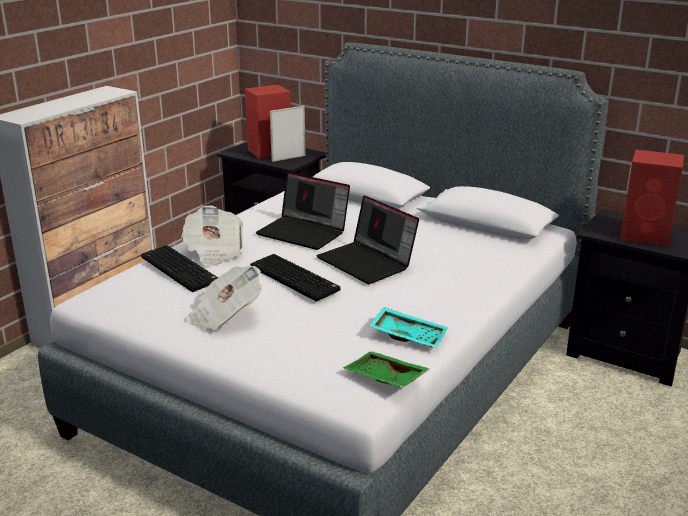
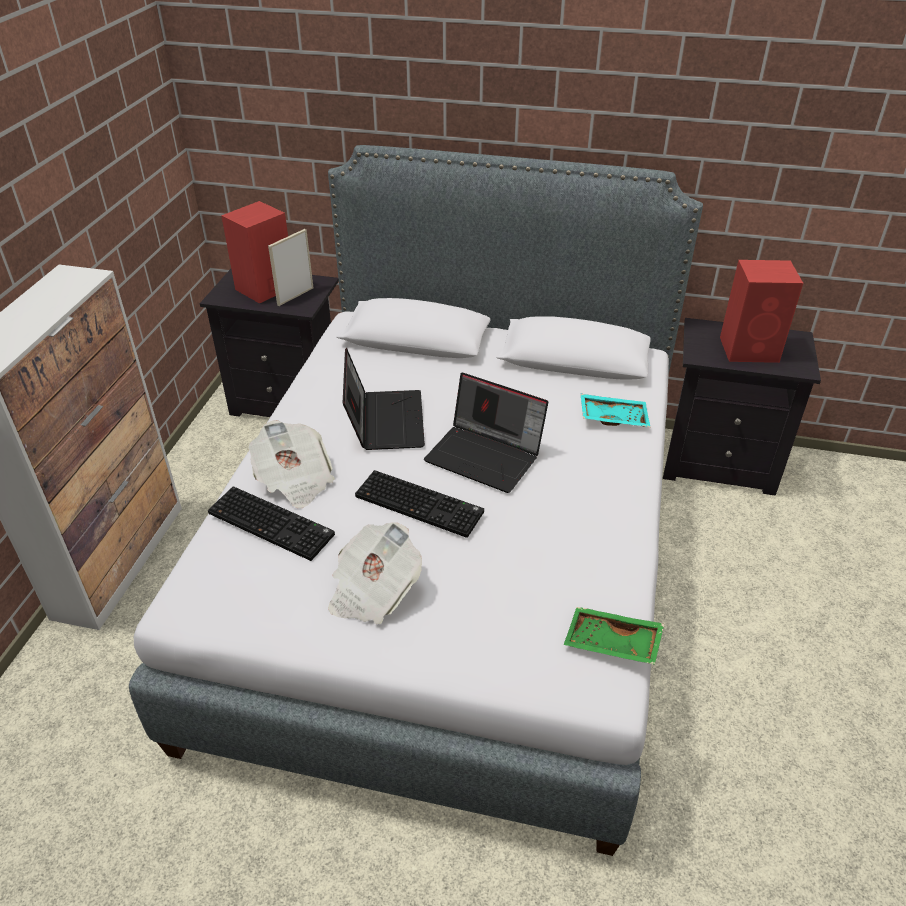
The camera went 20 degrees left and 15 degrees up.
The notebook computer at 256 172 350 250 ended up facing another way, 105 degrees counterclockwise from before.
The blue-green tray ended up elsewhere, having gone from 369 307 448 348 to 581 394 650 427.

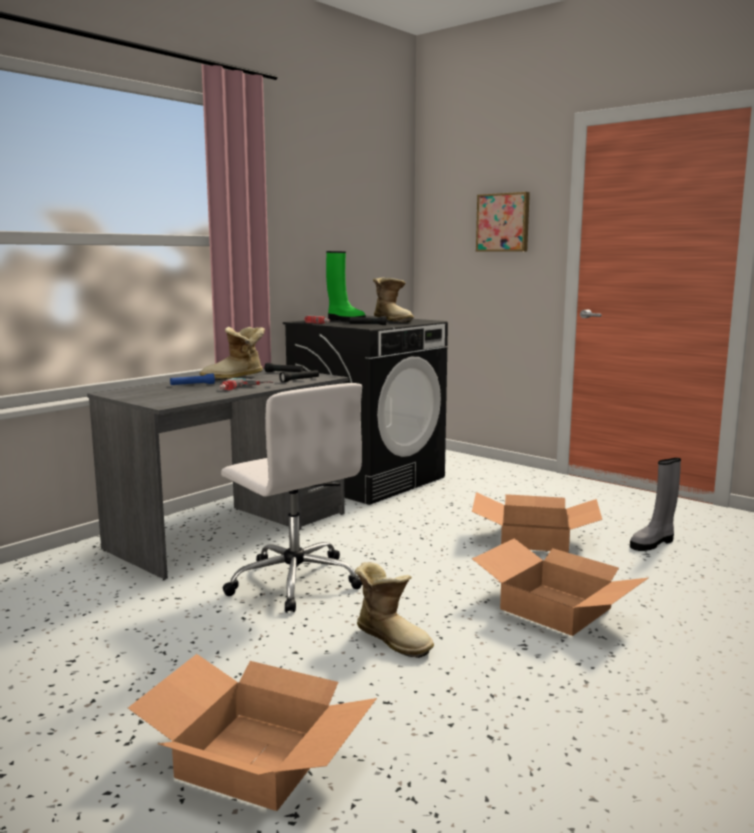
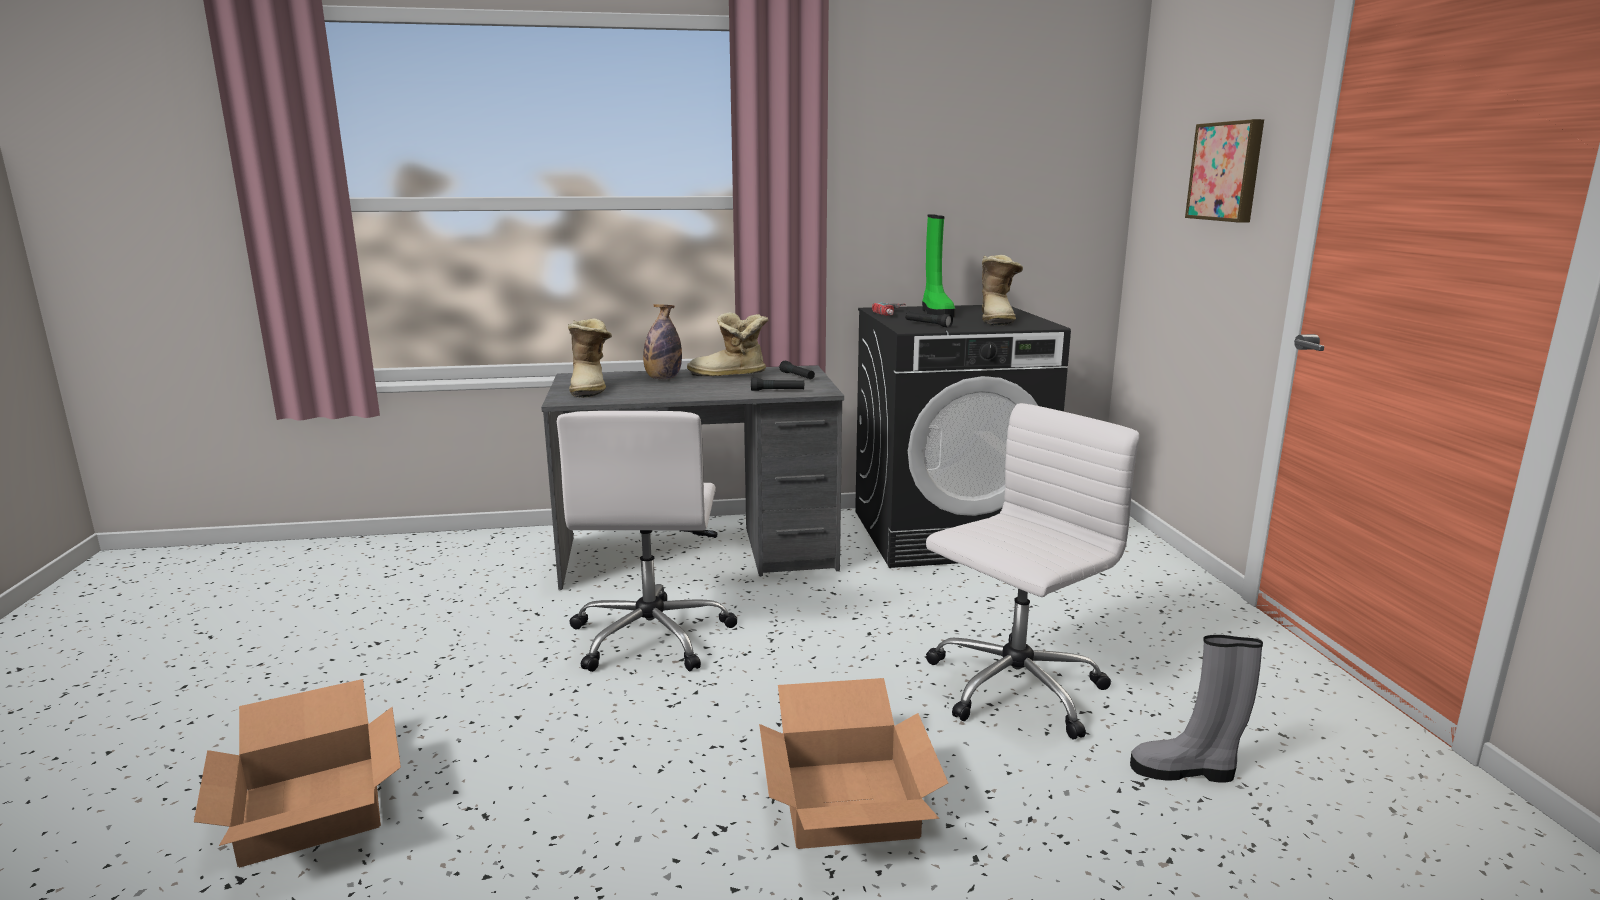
The camera went 40 degrees right and 5 degrees up.
Where the blue-coloured flashlight stood at 170 374 215 385, the bottle came to stand at 643 304 682 379.
The second view lost the power drill at 219 378 273 390.
The boot ended up elsewhere, having gone from 355 562 434 658 to 568 318 612 398.
Where the cardboard box stood at 472 492 602 552, the white computer chair came to stand at 926 403 1139 739.

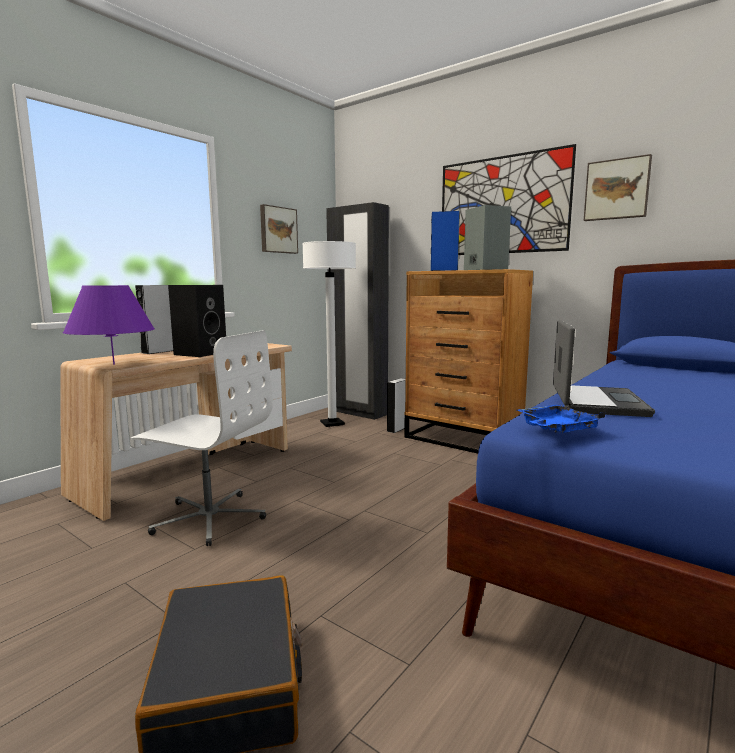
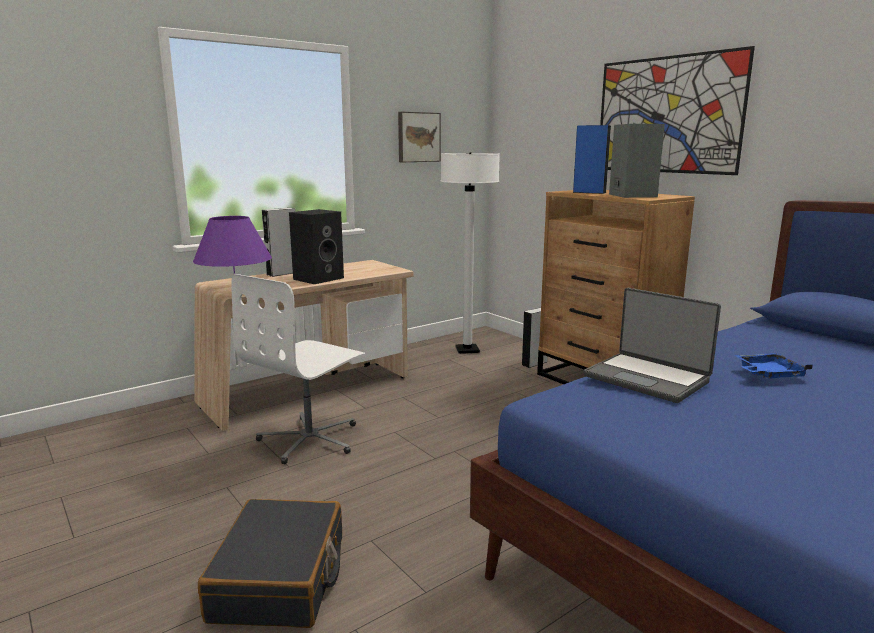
The camera went 15 degrees right and 5 degrees up.
The white computer chair at 131 330 273 546 ended up facing another way, 90 degrees clockwise from before.
The second view lost the black wardrobe at 326 202 389 420.
The blue-coloured tray ended up elsewhere, having gone from 517 404 606 433 to 734 353 813 378.
The notebook computer at 553 320 655 417 ended up facing another way, 105 degrees clockwise from before.
The second view lost the wall art at 584 154 652 221.

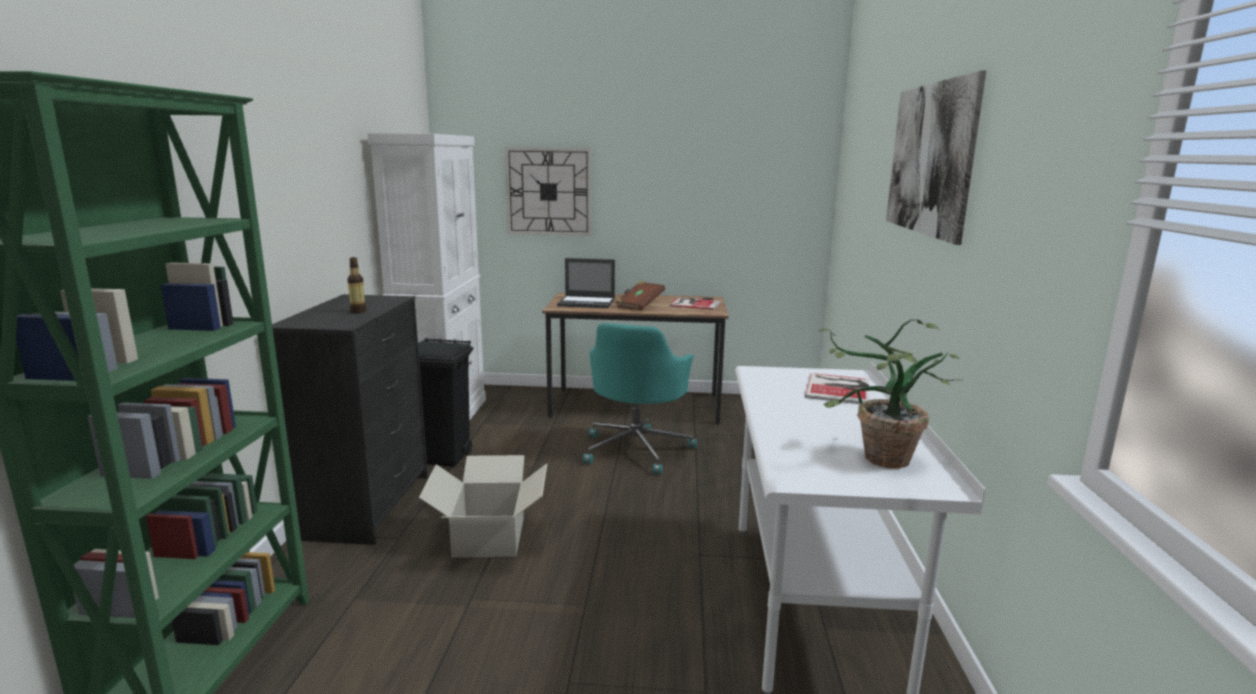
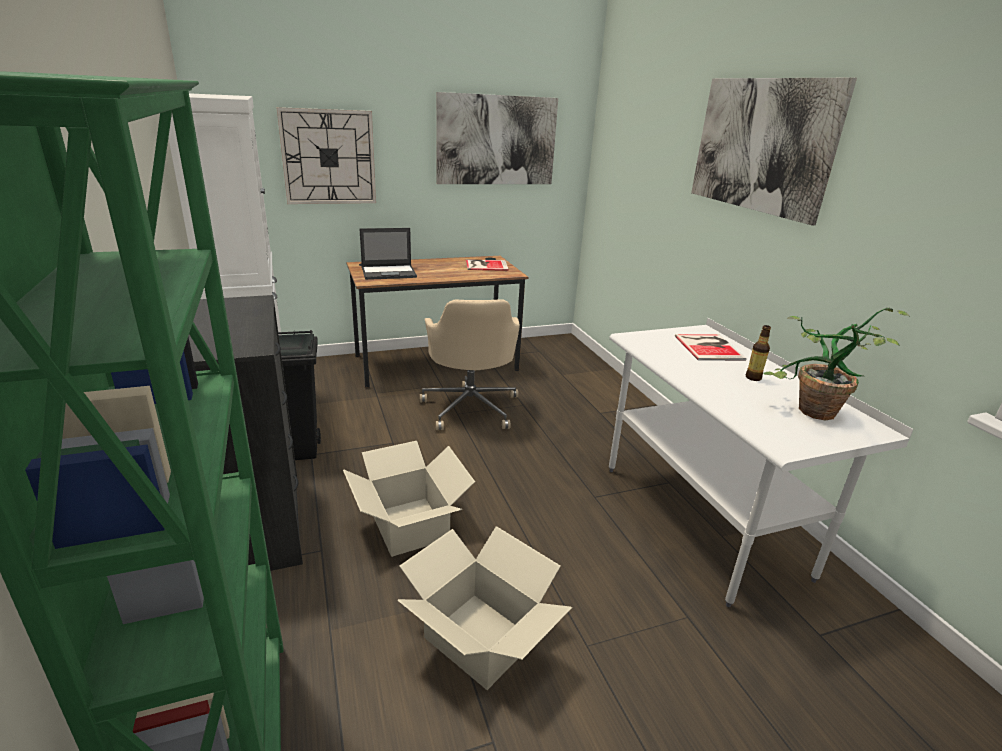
The camera went 25 degrees left and 10 degrees up.
The bottle ended up elsewhere, having gone from 347 257 366 313 to 746 325 771 381.
What was the blue-green computer chair at 583 323 697 475 turned into the beige computer chair at 420 299 520 430.
The second view lost the brownish bound book at 615 281 665 310.
The second view gained the cardboard box at 397 526 572 690.
The second view gained the wall art at 436 92 558 184.

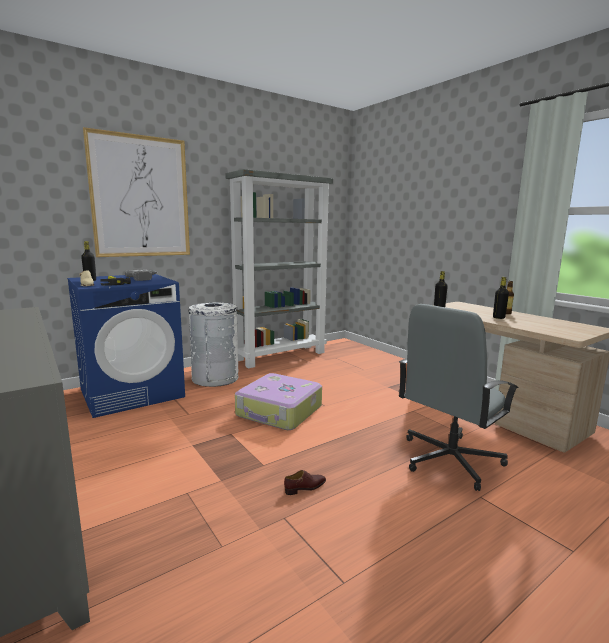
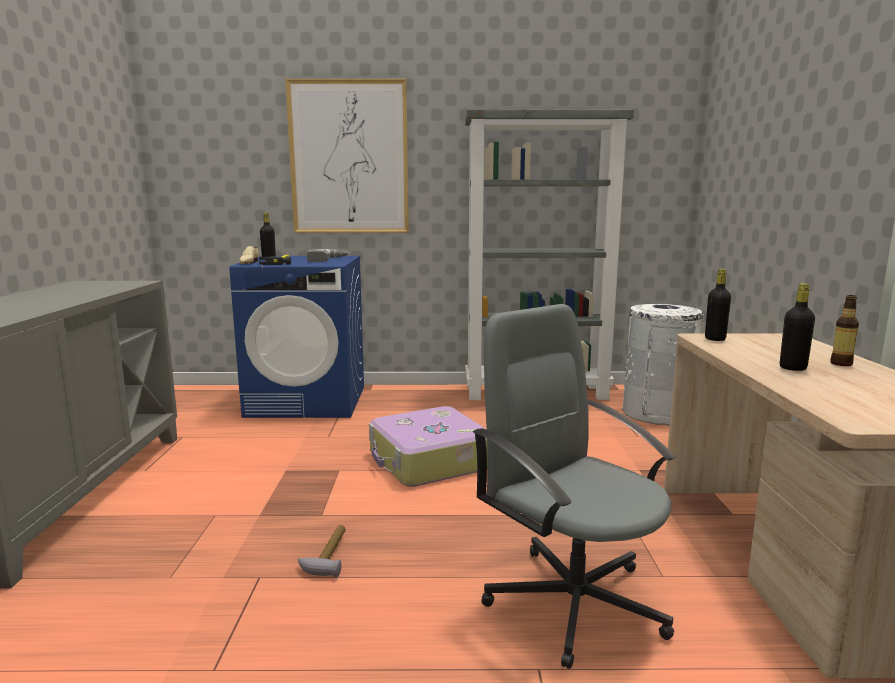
The camera went 35 degrees right and 0 degrees up.
The white trash can ended up elsewhere, having gone from 188 303 239 387 to 622 304 703 425.
Where the brownish low shoe stood at 284 470 326 495, the hammer came to stand at 298 525 346 578.
The grey computer chair at 399 304 519 491 ended up facing another way, 60 degrees clockwise from before.

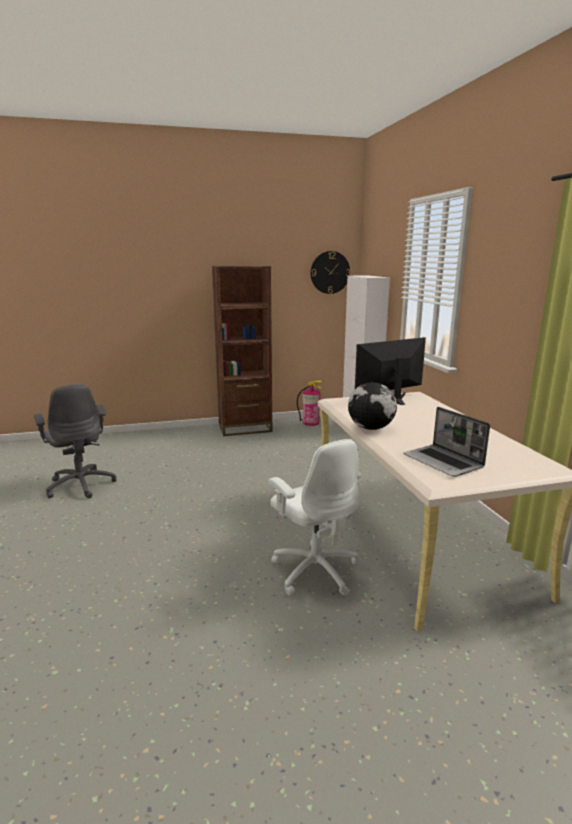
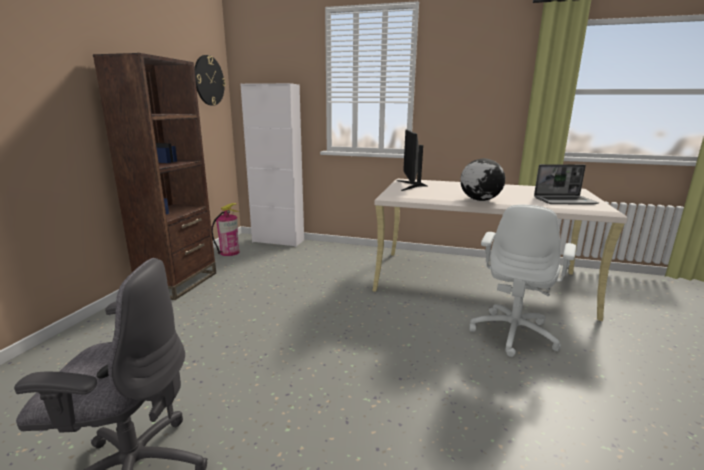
The camera went 60 degrees left and 0 degrees up.
The white computer chair at 268 439 361 596 ended up facing another way, 120 degrees clockwise from before.

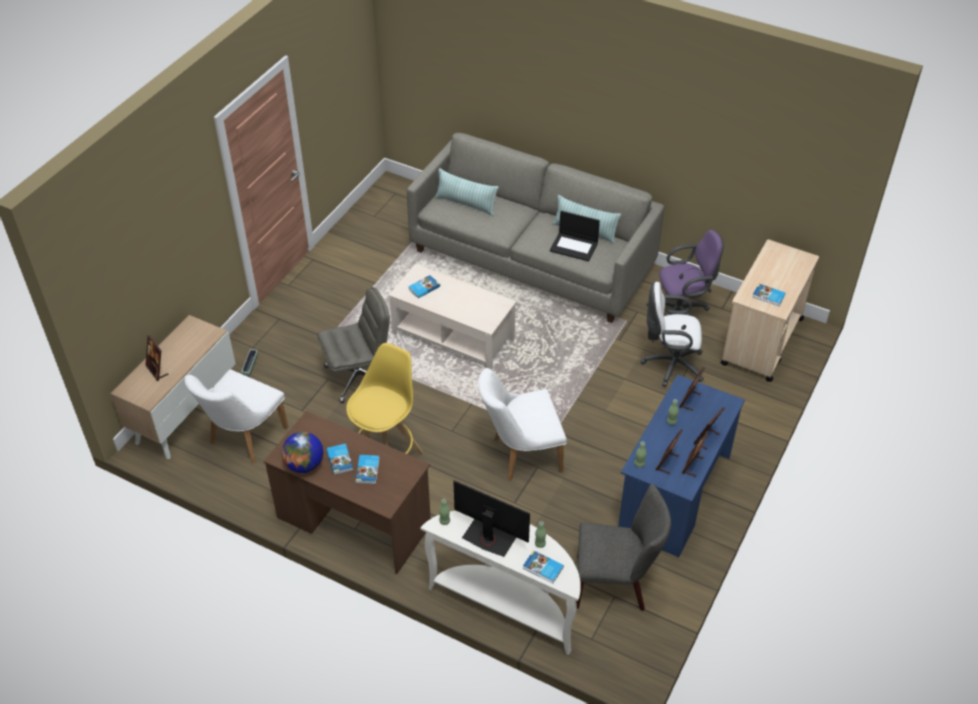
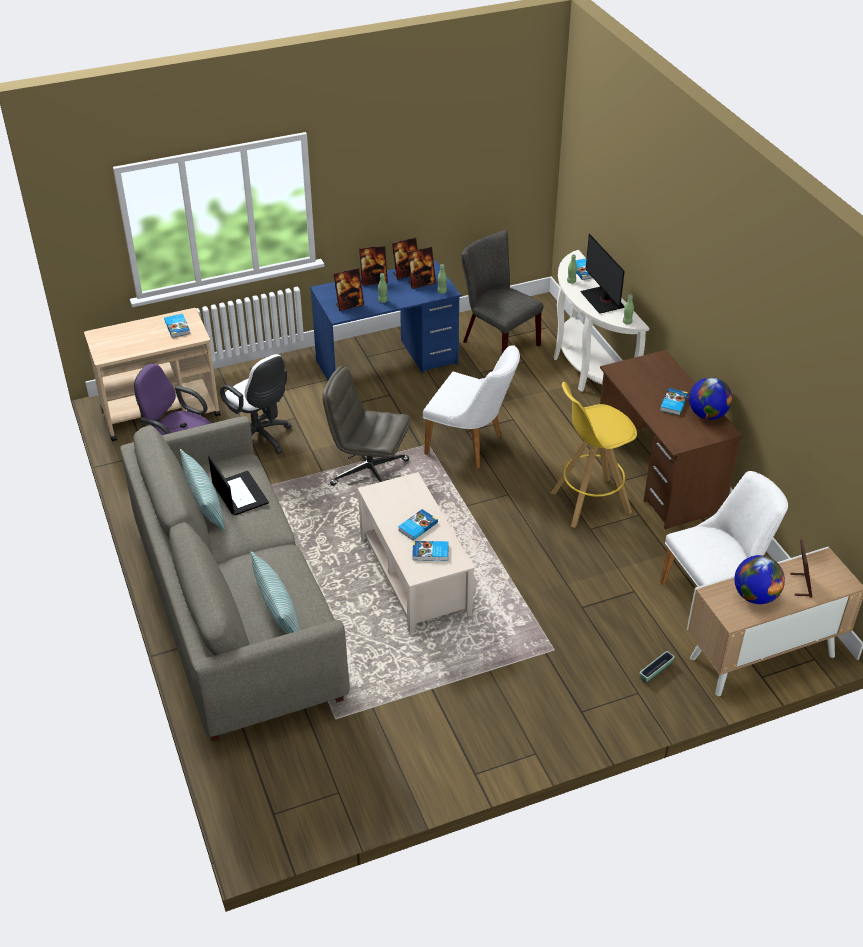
The camera went 140 degrees left and 5 degrees down.
The grey computer chair ended up elsewhere, having gone from 317 287 390 403 to 322 366 411 486.
The bound book ended up elsewhere, having gone from 355 455 380 484 to 398 509 438 541.
The second view gained the globe at 734 555 785 604.

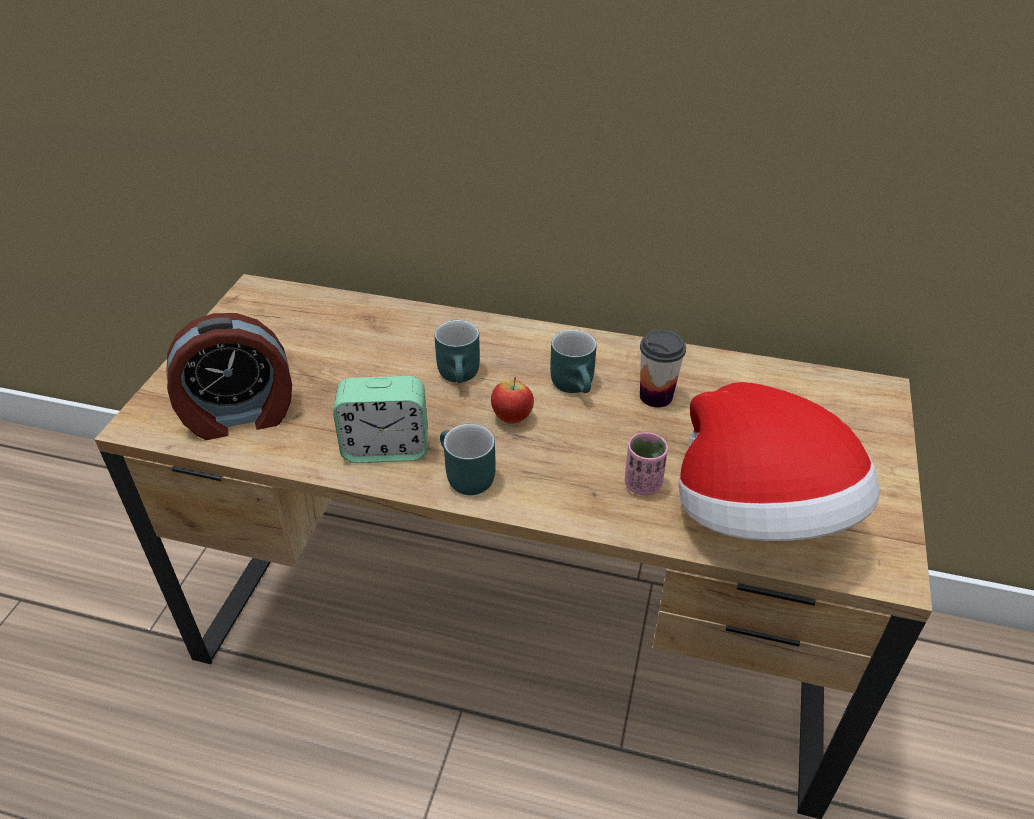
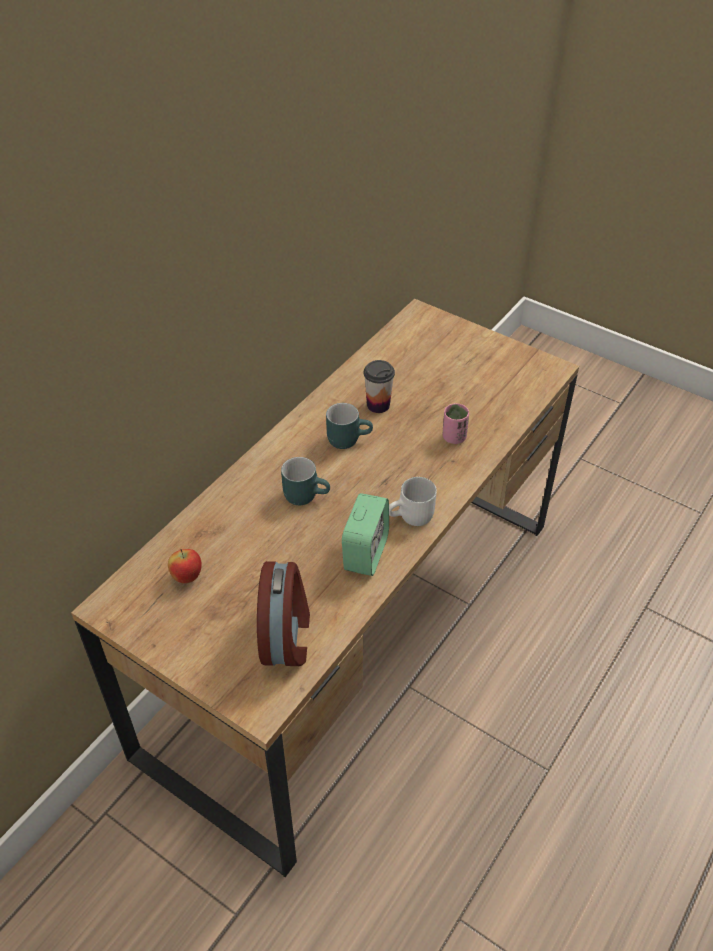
The camera went 70 degrees left and 5 degrees up.
What was the blue-green coffee mug at 440 424 496 495 turned into the white coffee mug at 389 477 437 526.
The apple ended up elsewhere, having gone from 491 377 534 424 to 168 549 202 584.
The second view lost the wearable hat at 679 382 879 541.

